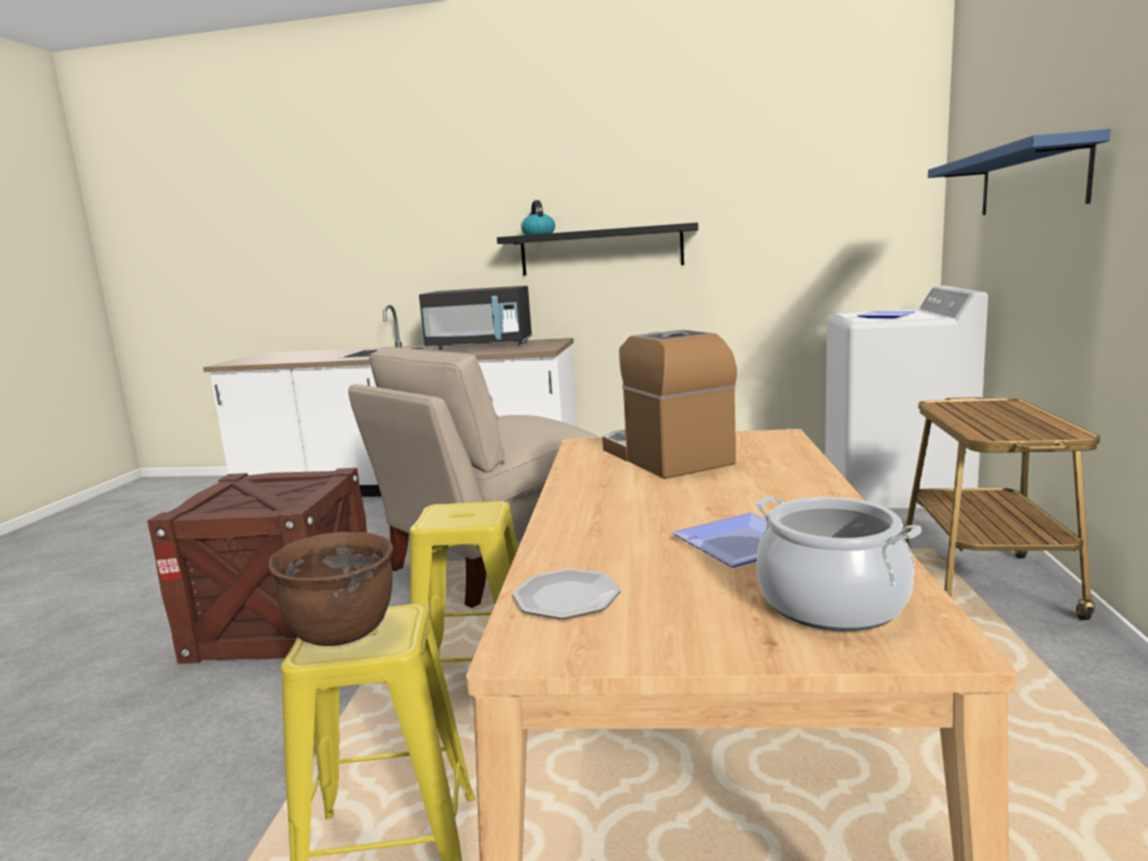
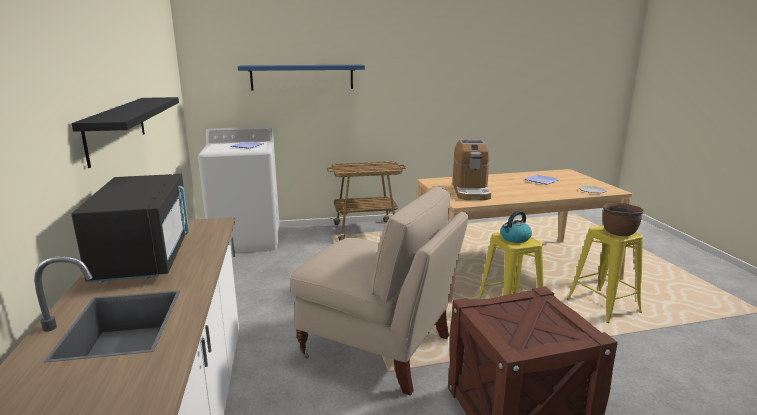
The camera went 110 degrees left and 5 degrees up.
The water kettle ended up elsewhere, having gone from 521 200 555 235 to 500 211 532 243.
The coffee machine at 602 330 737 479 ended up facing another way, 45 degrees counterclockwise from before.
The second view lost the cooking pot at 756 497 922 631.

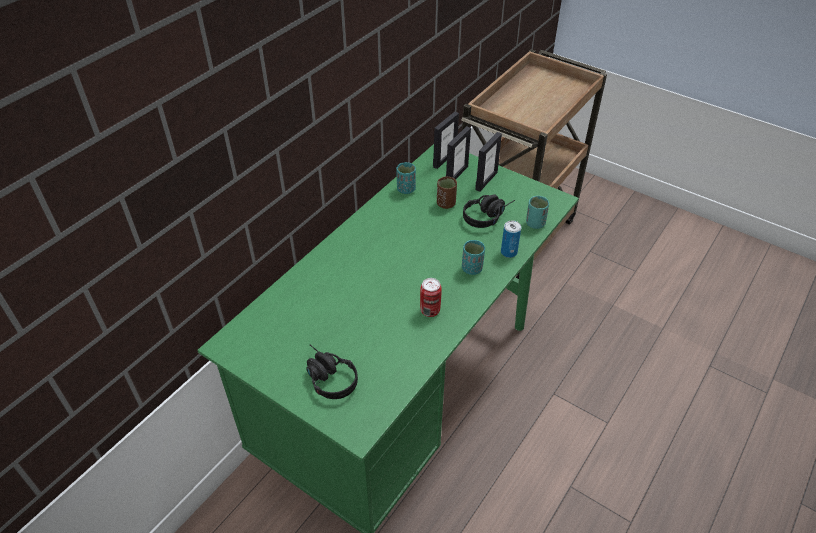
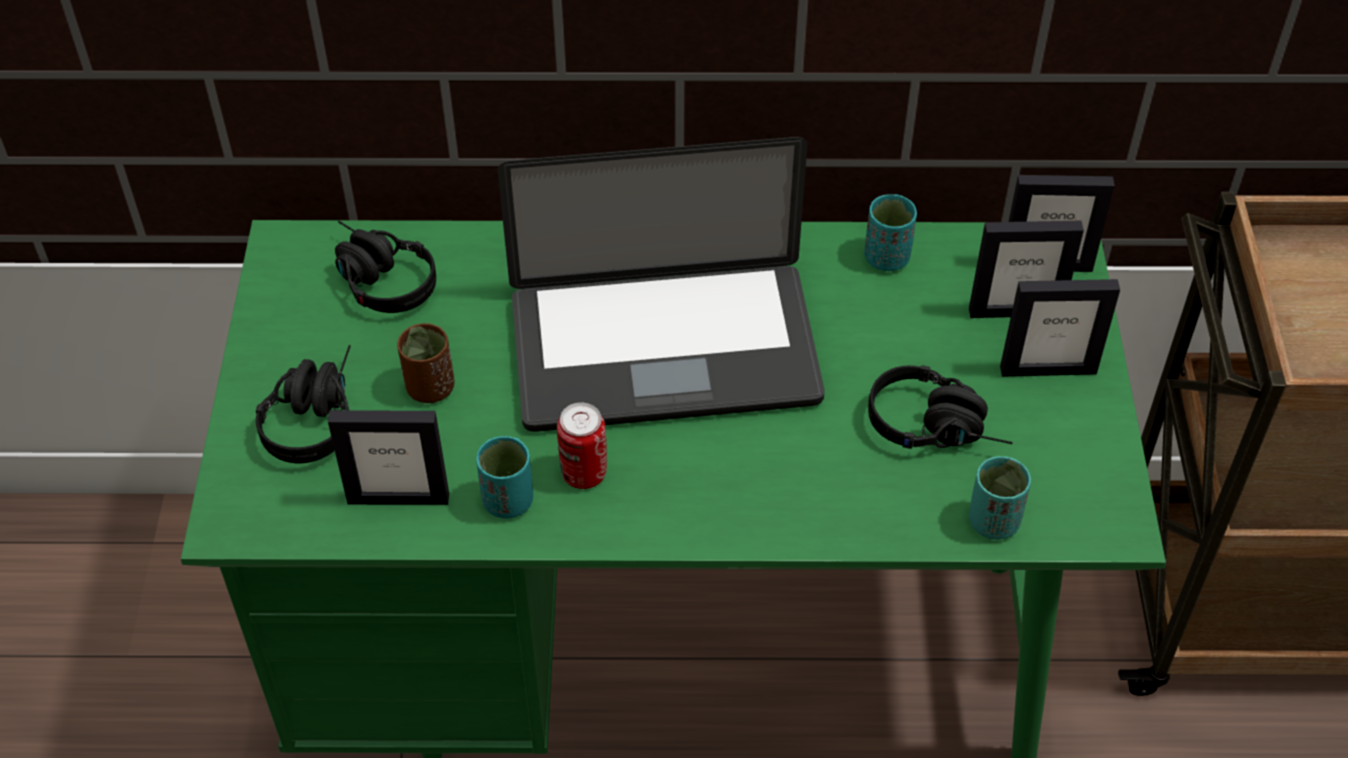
The camera went 55 degrees right and 5 degrees up.
The brownish drinking cup ended up elsewhere, having gone from 437 176 457 209 to 397 323 455 403.
The blue-green drinking cup ended up elsewhere, having gone from 462 240 485 275 to 476 436 533 519.
The second view lost the can at 501 221 521 258.
The second view gained the picture frame at 328 410 449 505.
The second view gained the black headphones at 335 221 436 313.
The second view gained the notebook computer at 498 137 825 432.

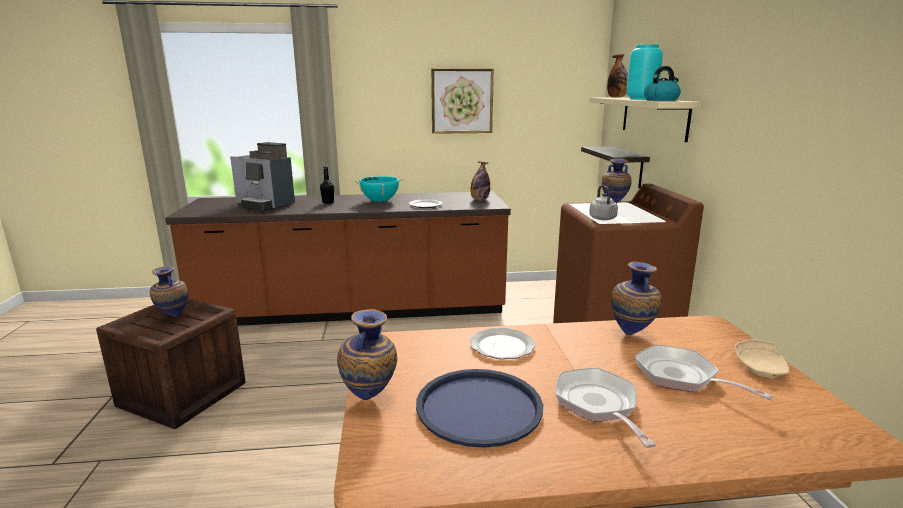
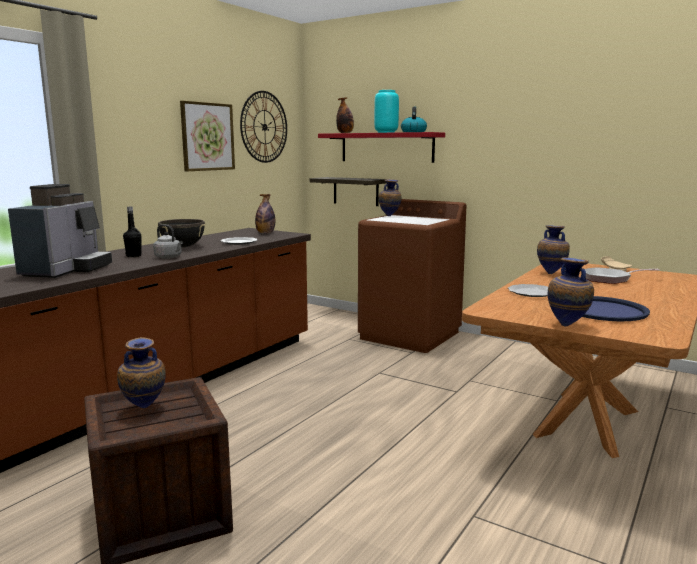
The camera went 50 degrees left and 5 degrees down.
The coffee machine at 230 142 295 212 ended up facing another way, 60 degrees counterclockwise from before.
What was the blue-green cooking pot at 355 176 403 202 turned into the black cooking pot at 158 219 205 247.
The second view lost the skillet at 555 368 656 448.
What was the beige wall shelf at 589 97 702 142 turned into the red wall shelf at 318 132 445 163.
The grey water kettle ended up elsewhere, having gone from 589 185 618 220 to 153 224 183 259.
The second view gained the wall clock at 240 91 287 163.

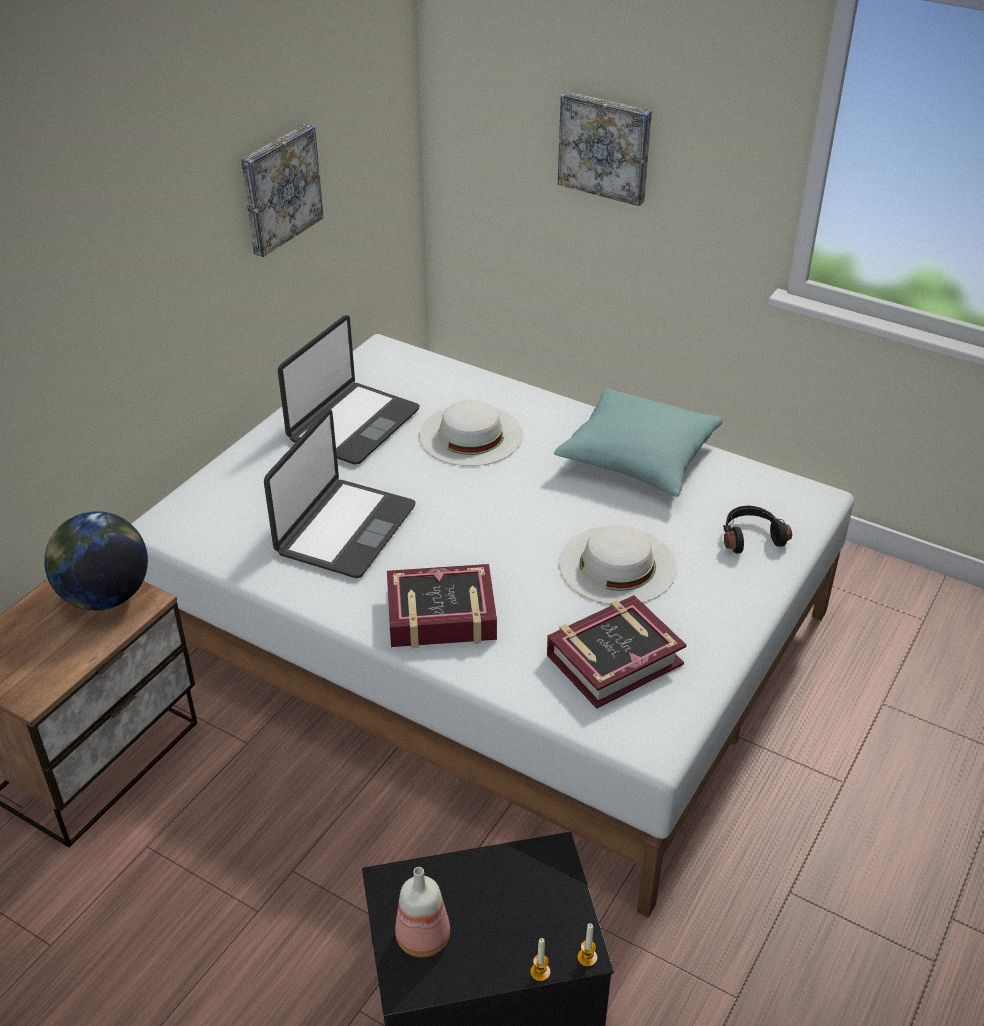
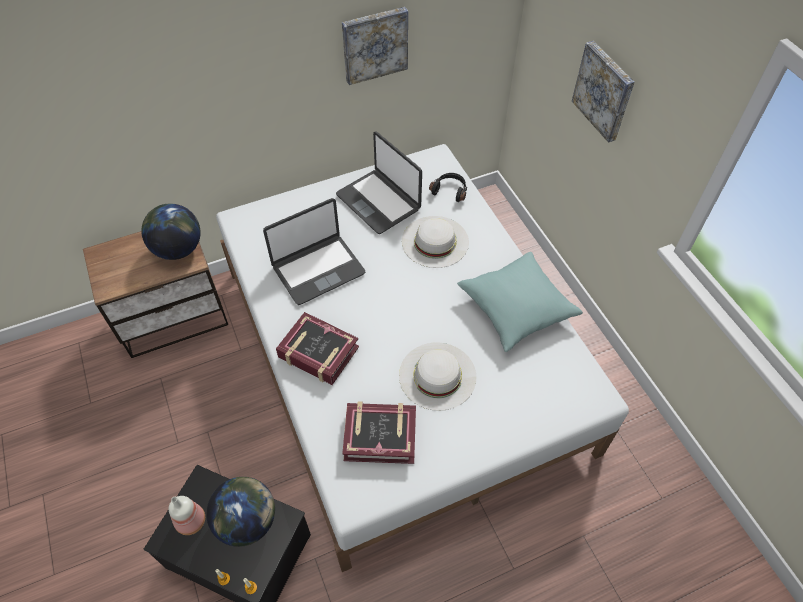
The camera went 35 degrees right and 15 degrees up.
The notebook computer at 278 315 420 465 ended up facing another way, 75 degrees clockwise from before.
The black headphones ended up elsewhere, having gone from 723 506 792 553 to 429 173 467 202.
The second view gained the globe at 206 477 275 547.

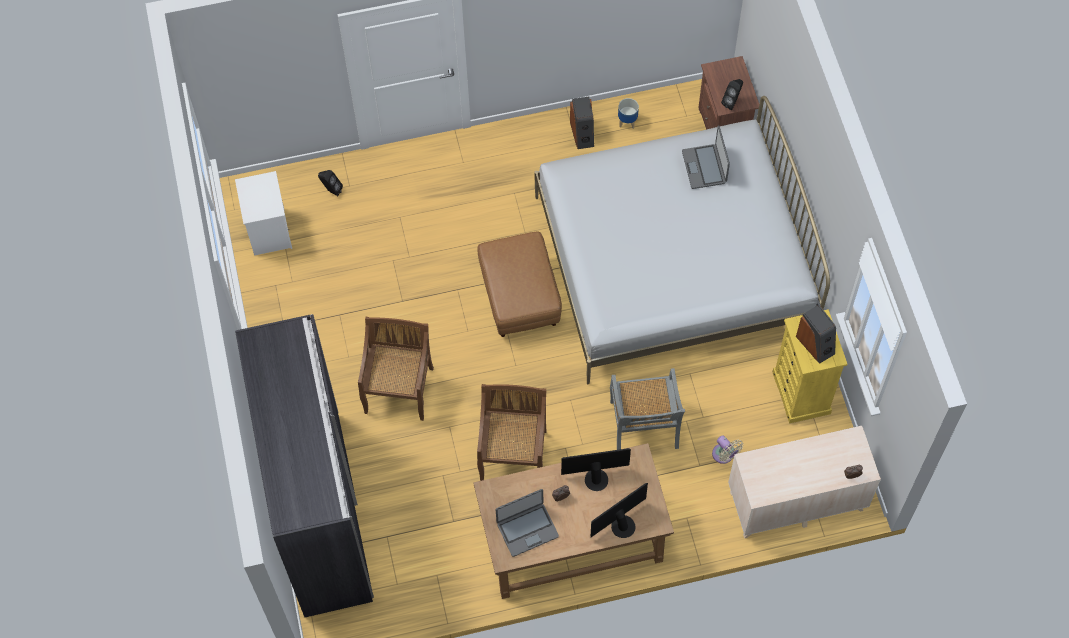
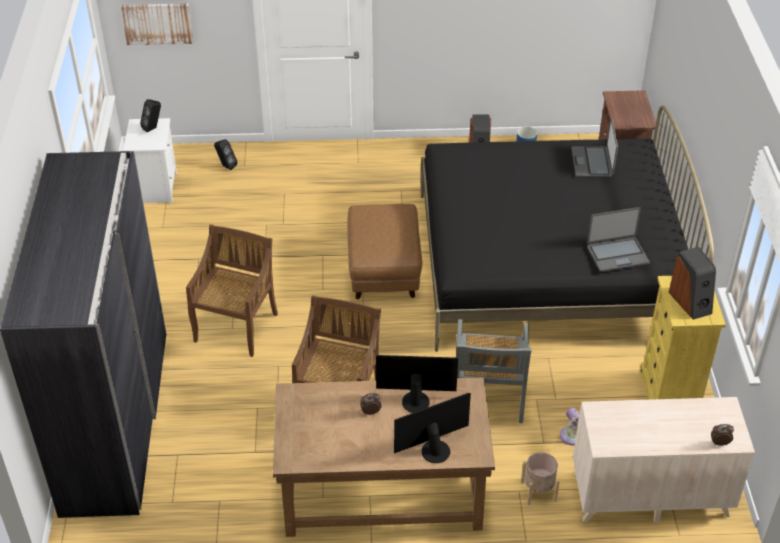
The camera went 10 degrees right and 20 degrees down.
The notebook computer ended up elsewhere, having gone from 496 489 559 557 to 587 207 650 272.
What was the white bed at 534 96 830 384 turned into the black bed at 421 105 714 352.
The black loudspeaker ended up elsewhere, having gone from 721 79 743 110 to 140 99 161 133.
The second view gained the wall art at 121 3 193 45.
The second view gained the beige plant pot at 521 452 560 505.

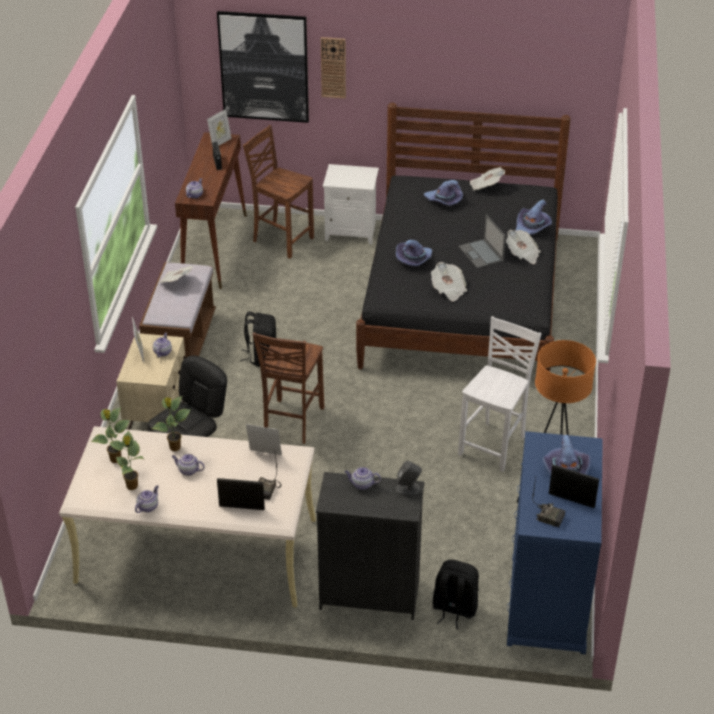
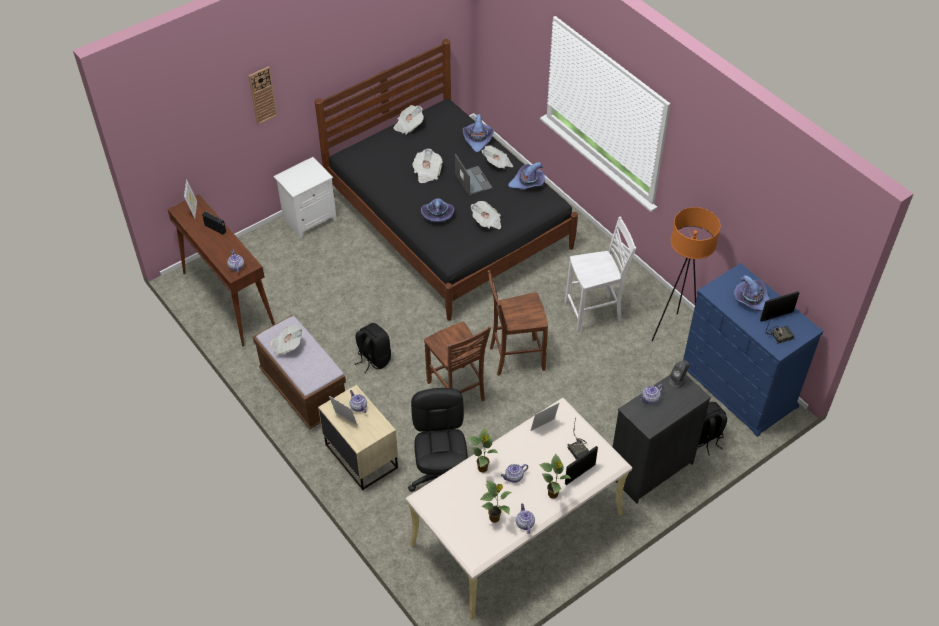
The camera went 45 degrees left and 10 degrees up.
The plant in a pot ended up elsewhere, having gone from 91 407 130 463 to 540 453 571 499.
The second view lost the wall art at 217 11 309 123.
The brownish chair ended up elsewhere, having gone from 243 125 314 259 to 488 270 548 376.
The purple wearable hat ended up elsewhere, having gone from 424 180 463 206 to 508 162 545 190.
The notebook computer at 458 214 506 268 ended up facing another way, 135 degrees counterclockwise from before.
The white chair at 458 316 542 472 ended up facing another way, 90 degrees clockwise from before.
The second view gained the newspaper at 412 149 443 183.

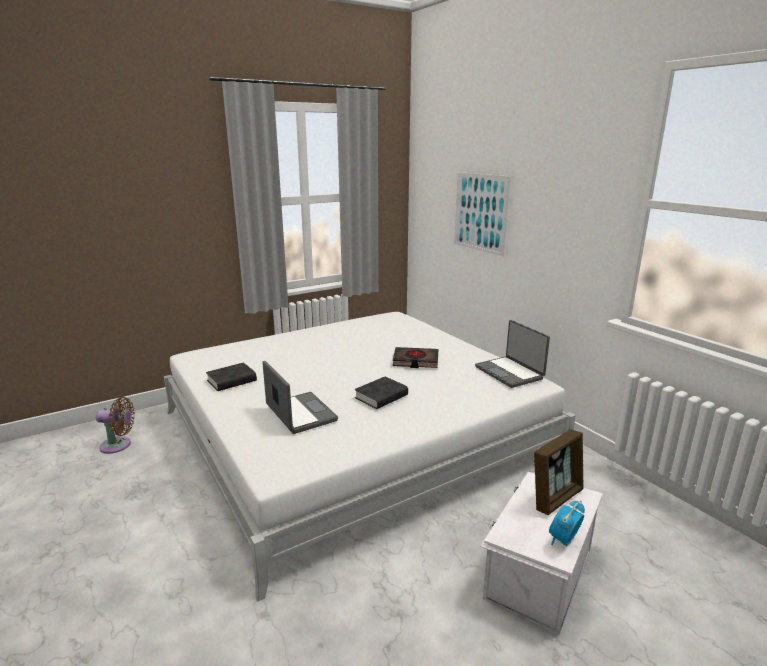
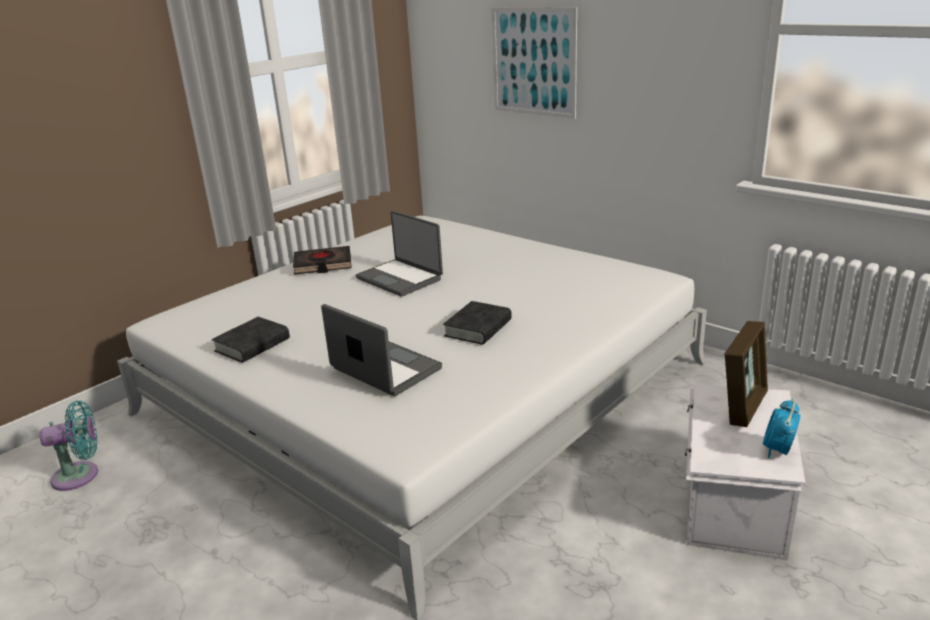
The camera went 15 degrees left and 5 degrees up.
What was the brownish electric fan at 96 397 135 454 turned into the blue-green electric fan at 39 401 98 491.
The black bound book ended up elsewhere, having gone from 393 347 438 368 to 293 246 352 275.
The notebook computer ended up elsewhere, having gone from 475 320 550 388 to 356 211 443 297.

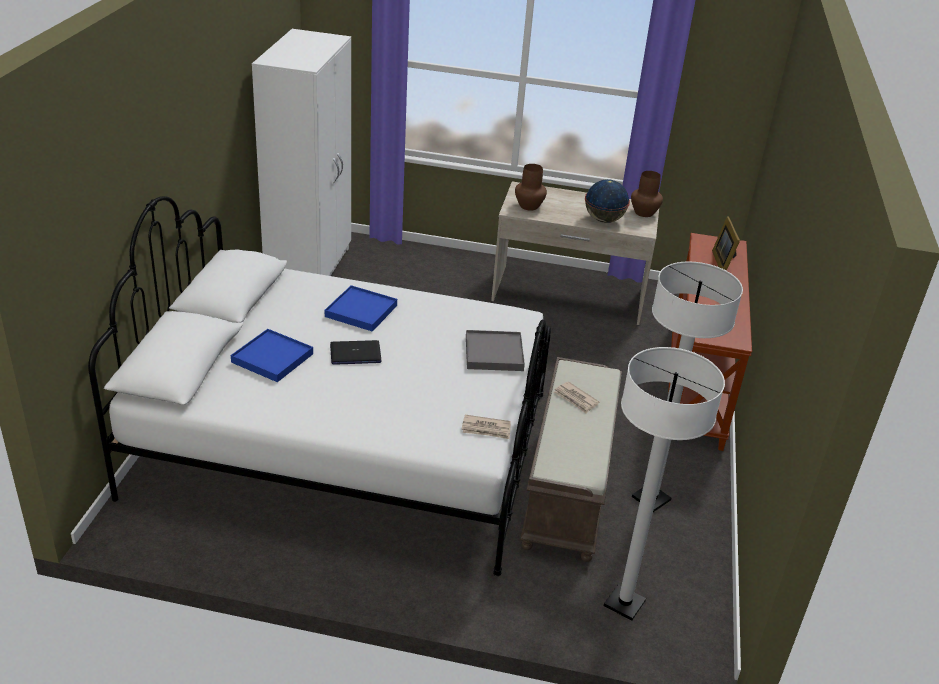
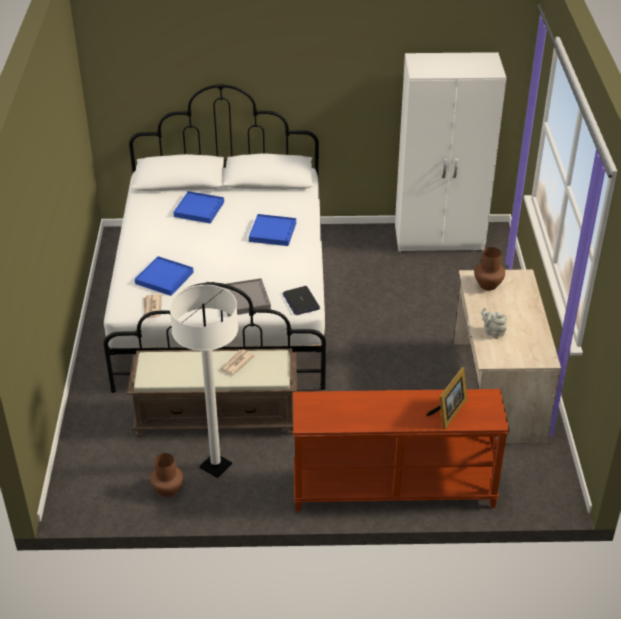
The camera went 80 degrees right and 5 degrees up.
The notebook computer ended up elsewhere, having gone from 330 340 381 365 to 282 286 320 315.
Where the globe stood at 585 179 630 223, the grey pot for tea came to stand at 481 307 507 339.
The second view lost the white floor lamp at 604 347 725 621.
The brownish vase ended up elsewhere, having gone from 631 171 663 217 to 150 453 183 497.
The picture frame at 712 216 740 271 ended up facing another way, 135 degrees clockwise from before.
The second view gained the blue-coloured tray at 135 256 194 296.

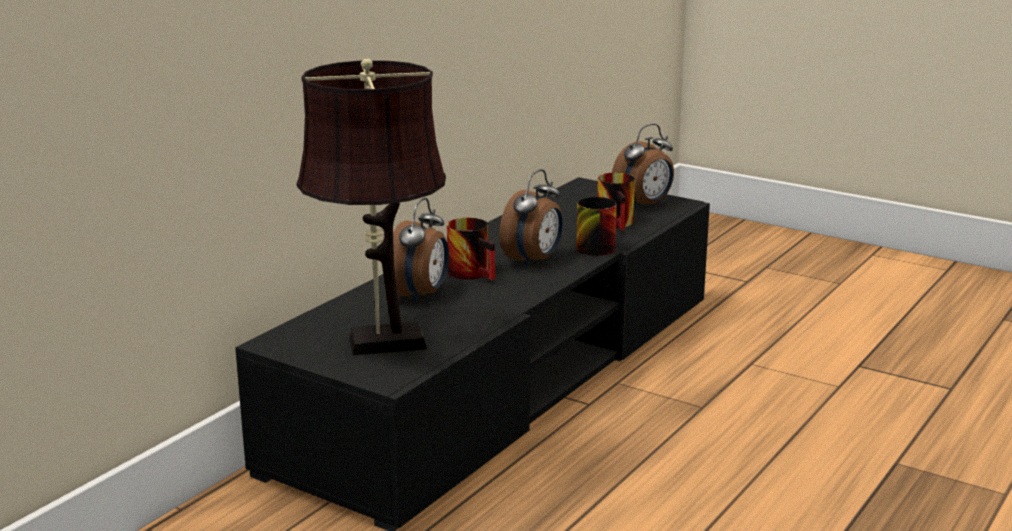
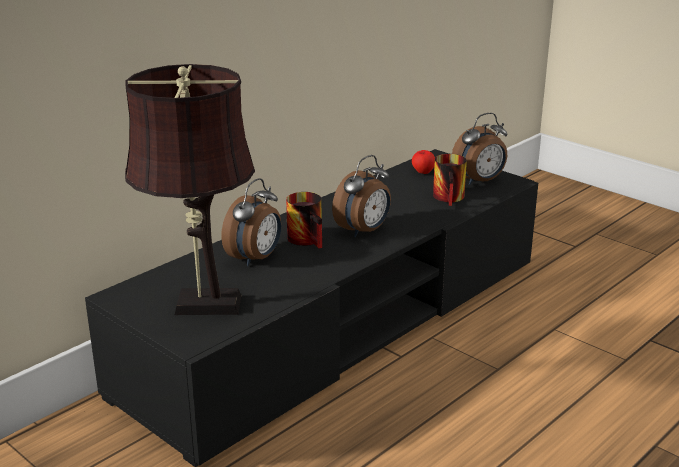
The camera went 10 degrees right and 5 degrees up.
The second view lost the coffee mug at 576 197 617 256.
The second view gained the apple at 412 150 435 174.

